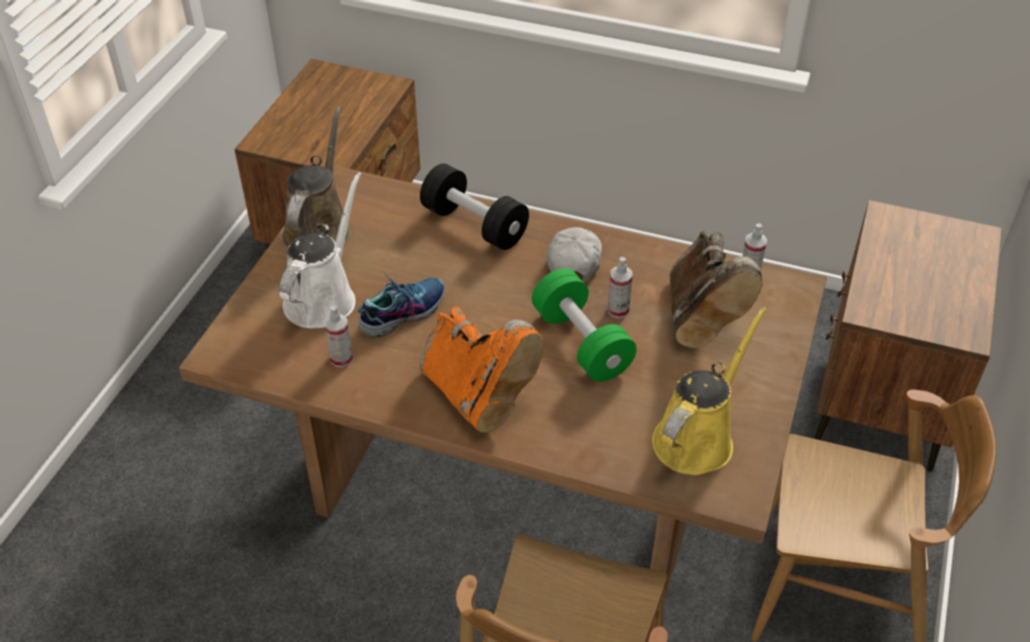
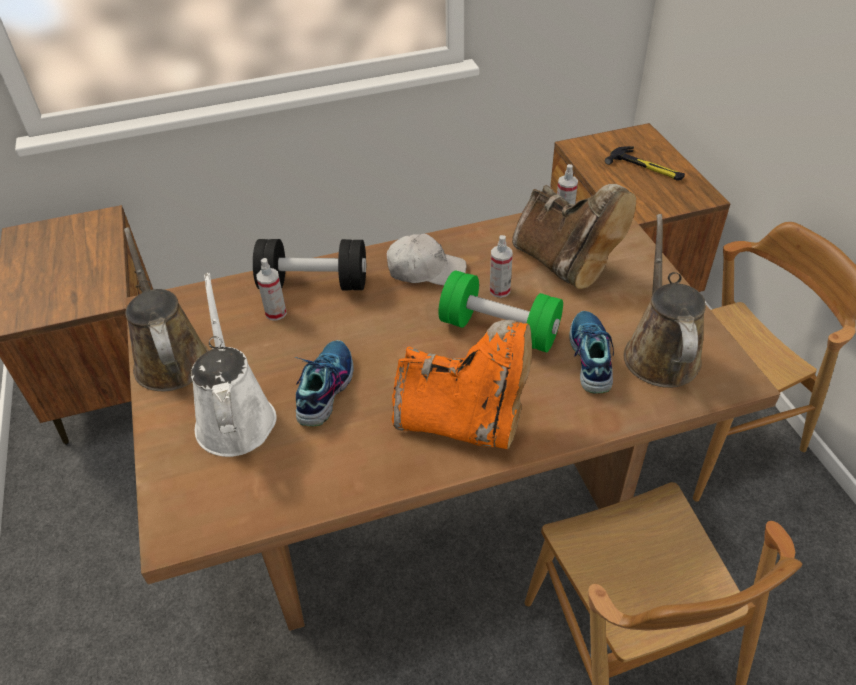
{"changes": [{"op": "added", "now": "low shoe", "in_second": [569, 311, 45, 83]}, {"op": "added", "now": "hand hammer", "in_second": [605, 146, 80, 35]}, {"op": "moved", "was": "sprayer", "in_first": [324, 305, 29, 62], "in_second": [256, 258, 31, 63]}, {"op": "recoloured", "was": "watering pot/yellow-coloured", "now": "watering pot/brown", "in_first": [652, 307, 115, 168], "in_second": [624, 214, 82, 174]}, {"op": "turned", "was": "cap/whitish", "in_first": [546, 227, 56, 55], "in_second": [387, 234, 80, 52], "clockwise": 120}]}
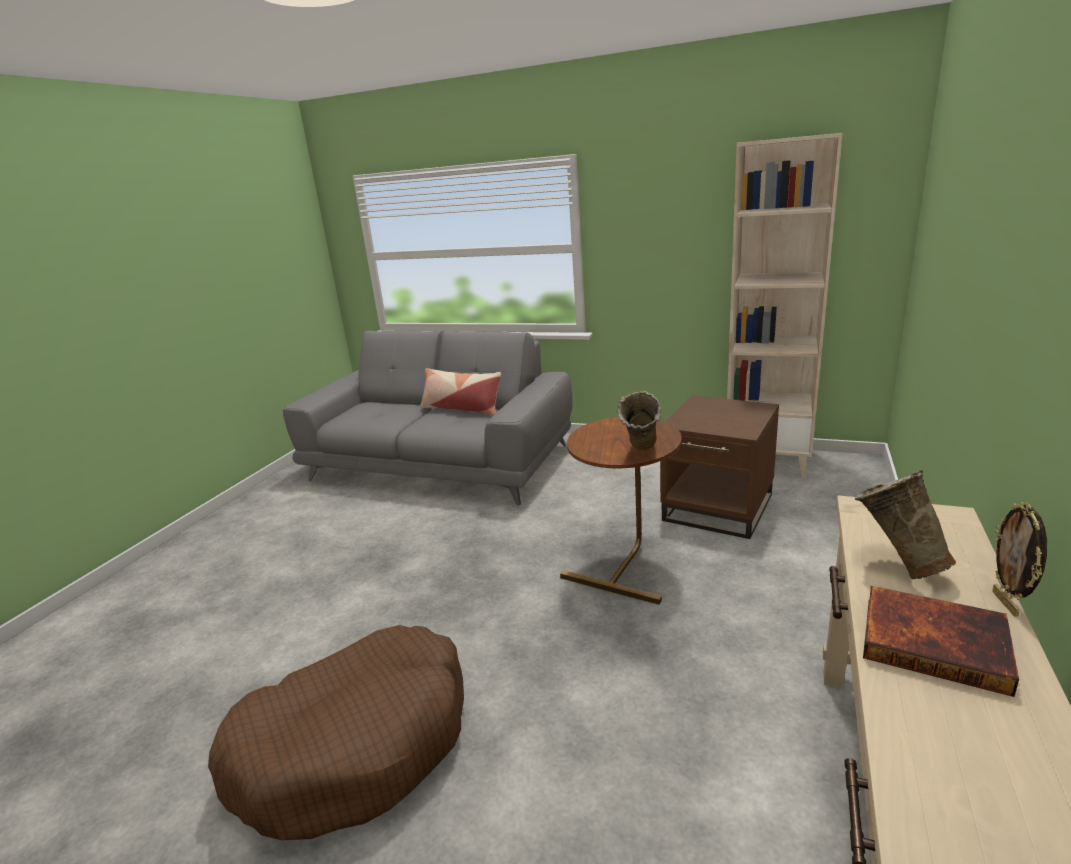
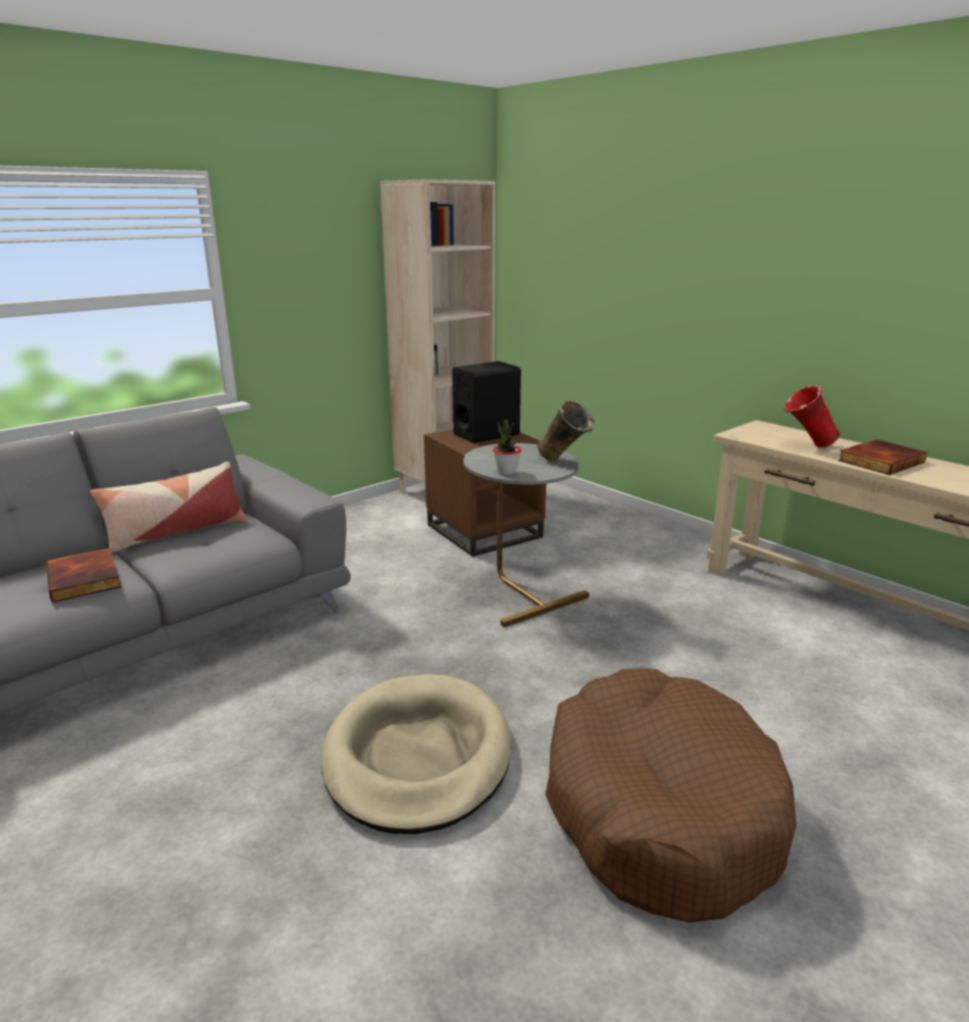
{"changes": [{"op": "removed", "was": "picture frame", "in_first": [993, 502, 54, 115]}, {"op": "added", "now": "bound book", "in_second": [46, 548, 75, 55]}, {"op": "added", "now": "dog bed/sand-coloured", "in_second": [321, 674, 191, 160]}, {"op": "added", "now": "speaker/black", "in_second": [452, 361, 69, 82]}, {"op": "added", "now": "plant in a pot", "in_second": [493, 420, 28, 55]}, {"op": "recoloured", "was": "side table/brown", "now": "side table/grey", "in_first": [560, 417, 121, 188], "in_second": [463, 443, 126, 184]}, {"op": "recoloured", "was": "decorative vase/sand-coloured", "now": "decorative vase/red-coloured", "in_first": [855, 470, 101, 109], "in_second": [783, 385, 57, 63]}]}
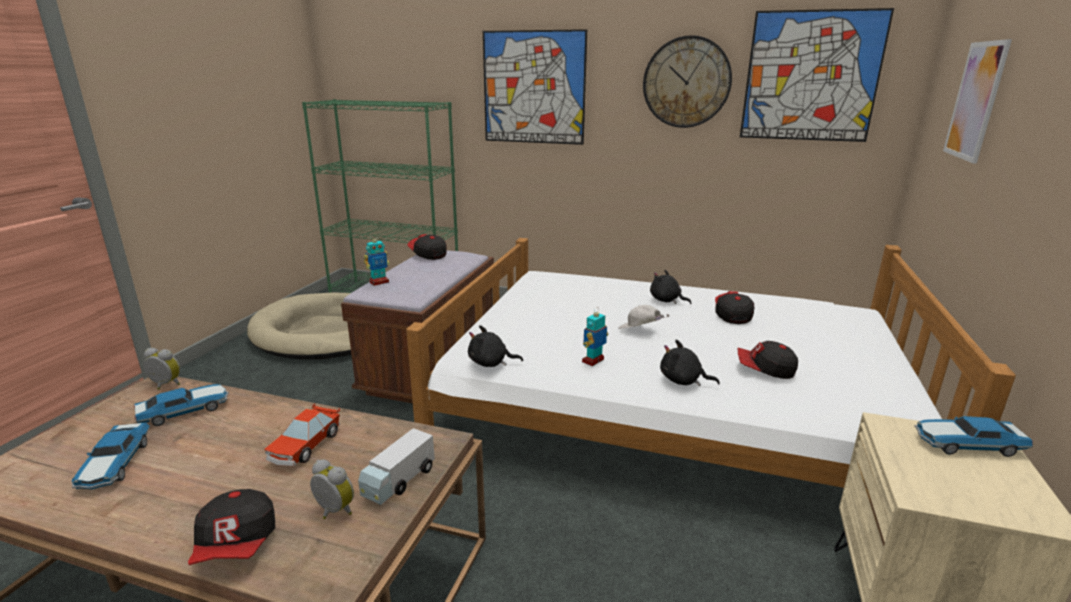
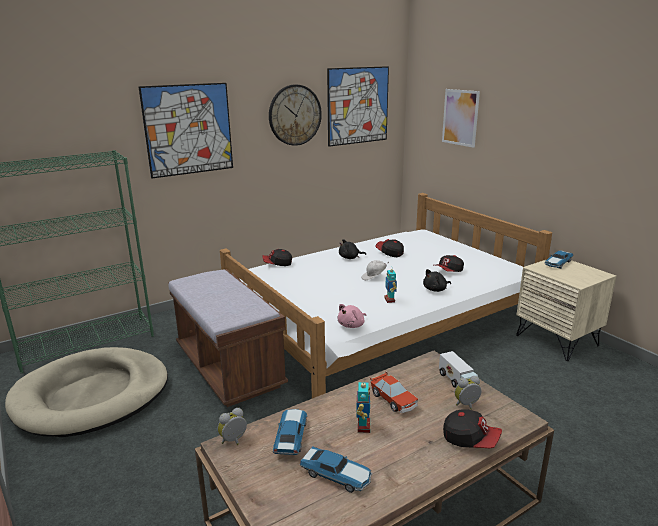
{"changes": [{"op": "moved", "was": "robot figure", "in_first": [364, 235, 25, 51], "in_second": [356, 378, 14, 55]}, {"op": "moved", "was": "cap", "in_first": [407, 234, 40, 26], "in_second": [262, 249, 30, 17]}, {"op": "recoloured", "was": "soft toy/black", "now": "soft toy/pink", "in_first": [468, 325, 55, 42], "in_second": [337, 304, 29, 24]}]}
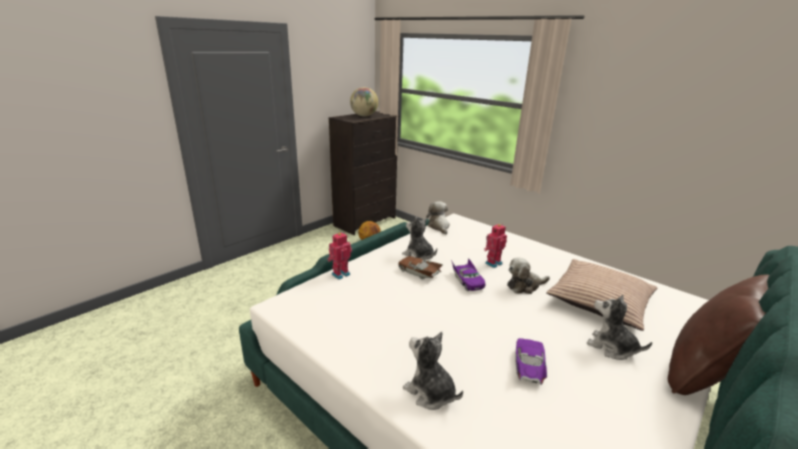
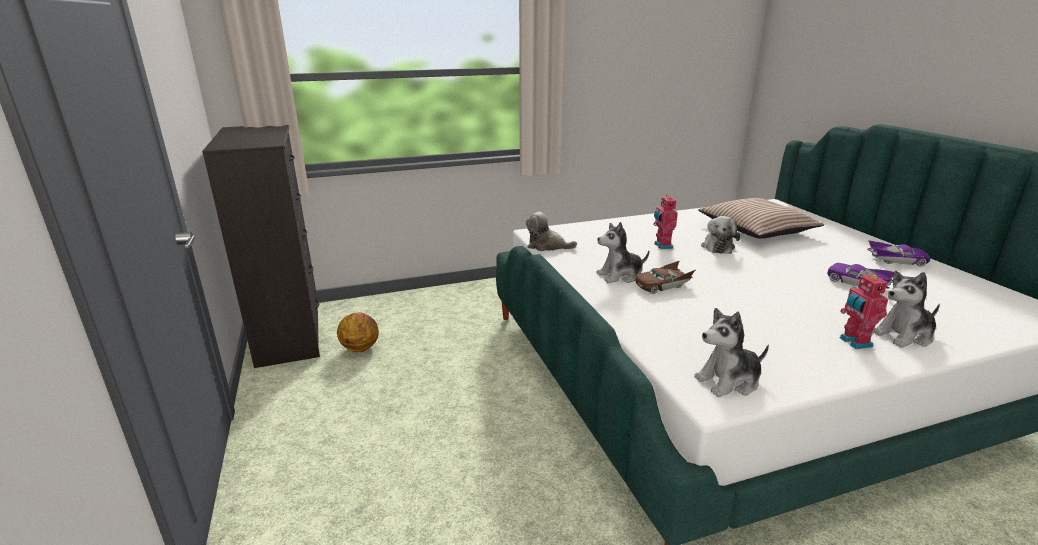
{"changes": [{"op": "removed", "was": "world globe", "in_first": [350, 87, 28, 30]}, {"op": "removed", "was": "pillow/brown", "in_first": [668, 274, 101, 121]}, {"op": "moved", "was": "robot figure", "in_first": [327, 232, 25, 48], "in_second": [840, 272, 48, 77]}, {"op": "moved", "was": "toy car/purple-coloured", "in_first": [451, 258, 35, 33], "in_second": [867, 240, 64, 27]}, {"op": "moved", "was": "soft toy", "in_first": [587, 295, 65, 65], "in_second": [694, 308, 75, 89]}]}
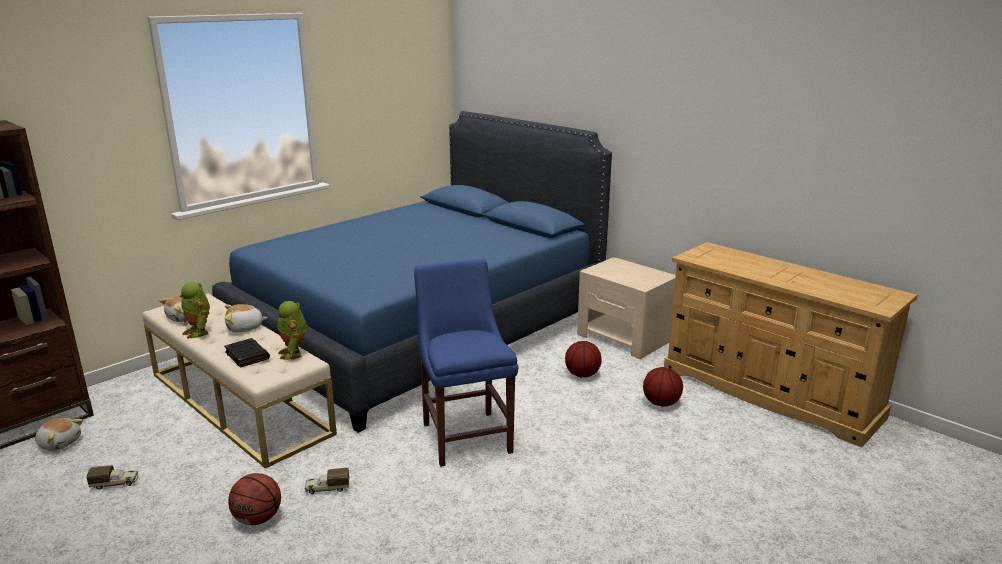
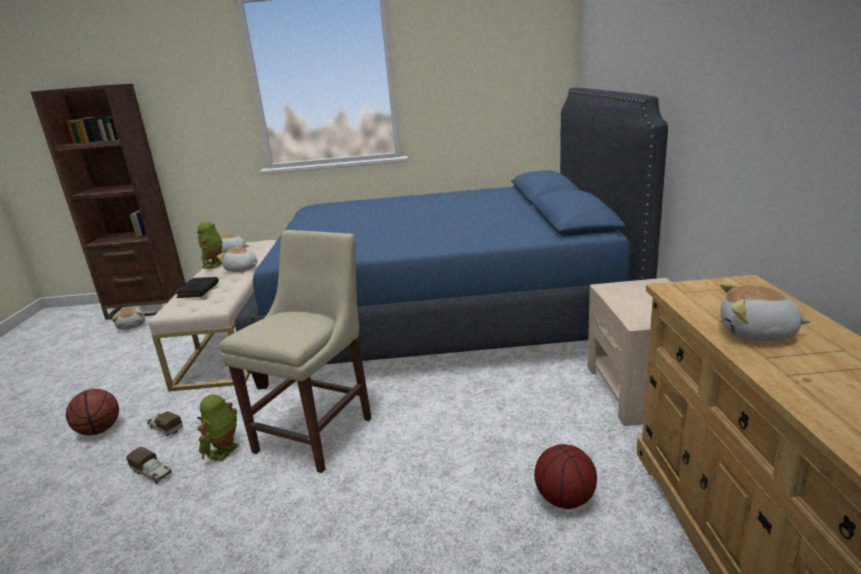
{"changes": [{"op": "removed", "was": "ball for basketball", "in_first": [565, 341, 37, 37]}, {"op": "added", "now": "soft toy", "in_second": [720, 282, 91, 59]}, {"op": "moved", "was": "model truck", "in_first": [87, 465, 51, 24], "in_second": [126, 447, 46, 37]}, {"op": "moved", "was": "robot figure", "in_first": [278, 301, 29, 59], "in_second": [197, 394, 42, 67]}, {"op": "recoloured", "was": "plain chair/blue", "now": "plain chair/sand-coloured", "in_first": [414, 259, 104, 208], "in_second": [220, 230, 152, 243]}]}
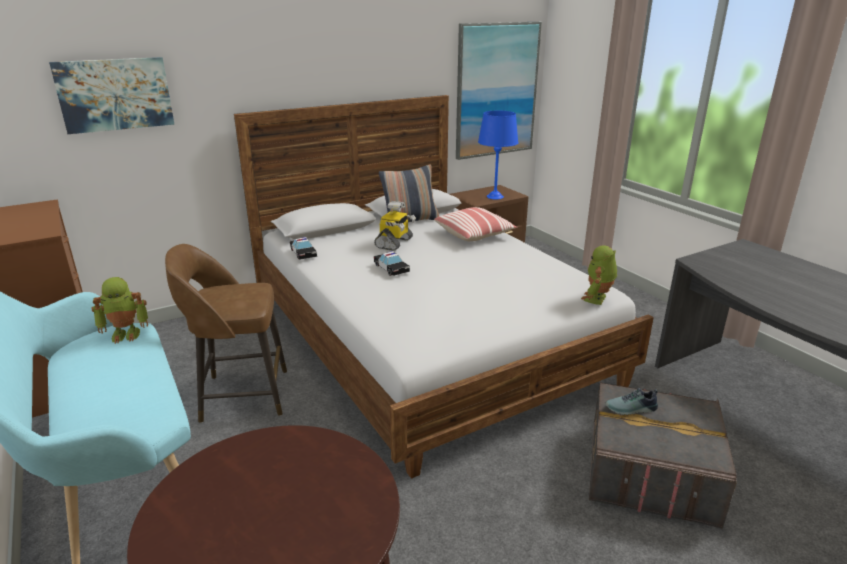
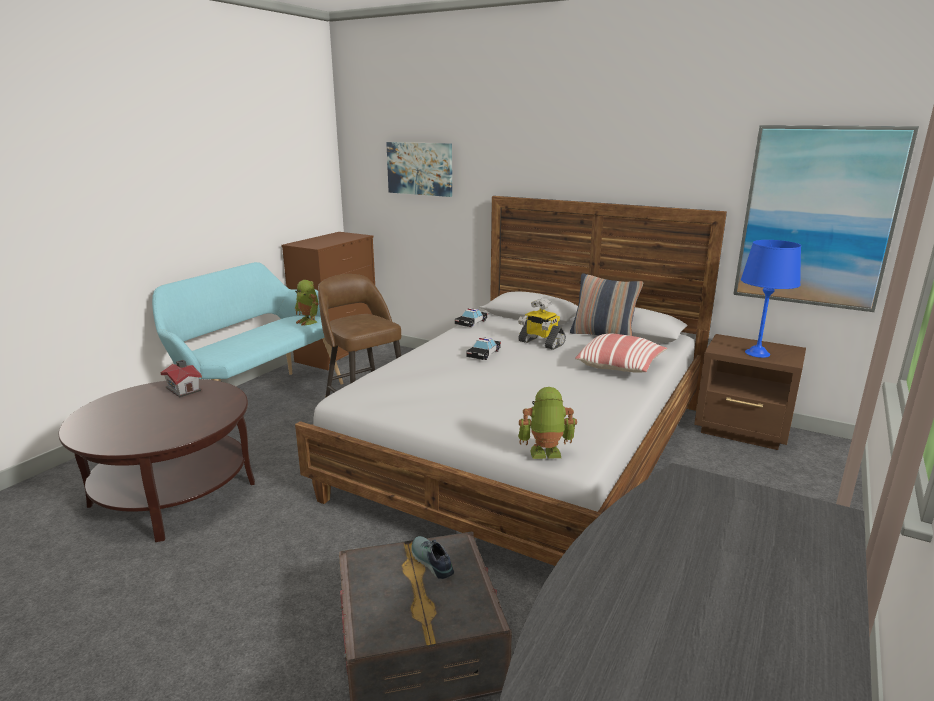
{"changes": [{"op": "added", "now": "model house", "in_second": [160, 360, 42, 37]}, {"op": "turned", "was": "robot figure", "in_first": [374, 201, 42, 50], "in_second": [518, 299, 48, 51], "clockwise": 45}]}
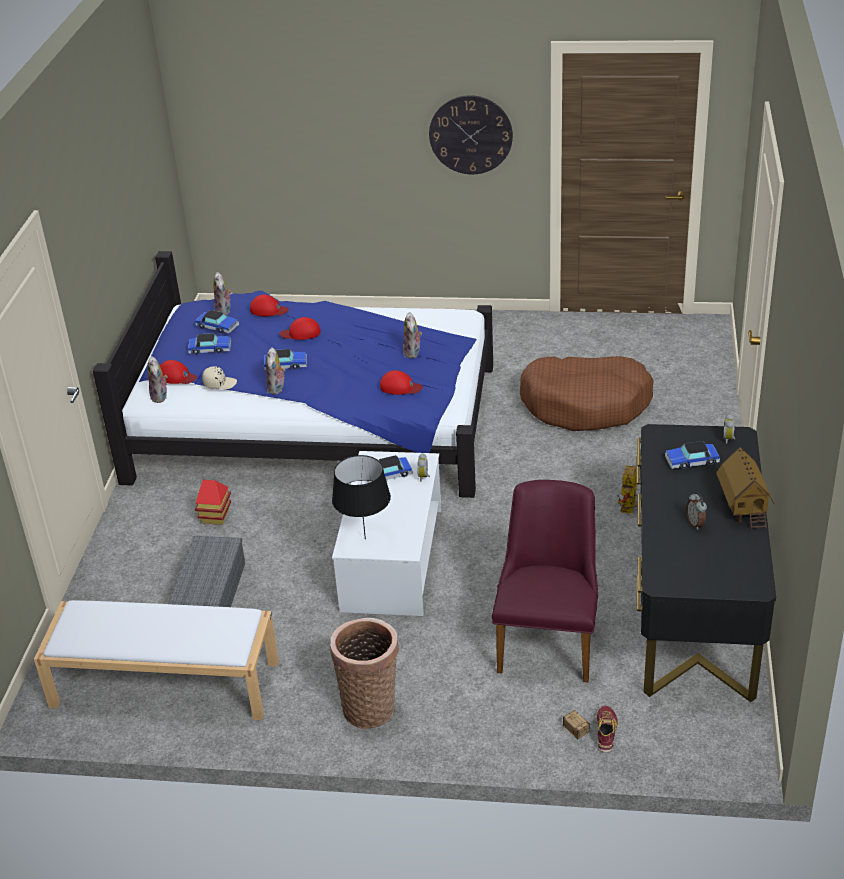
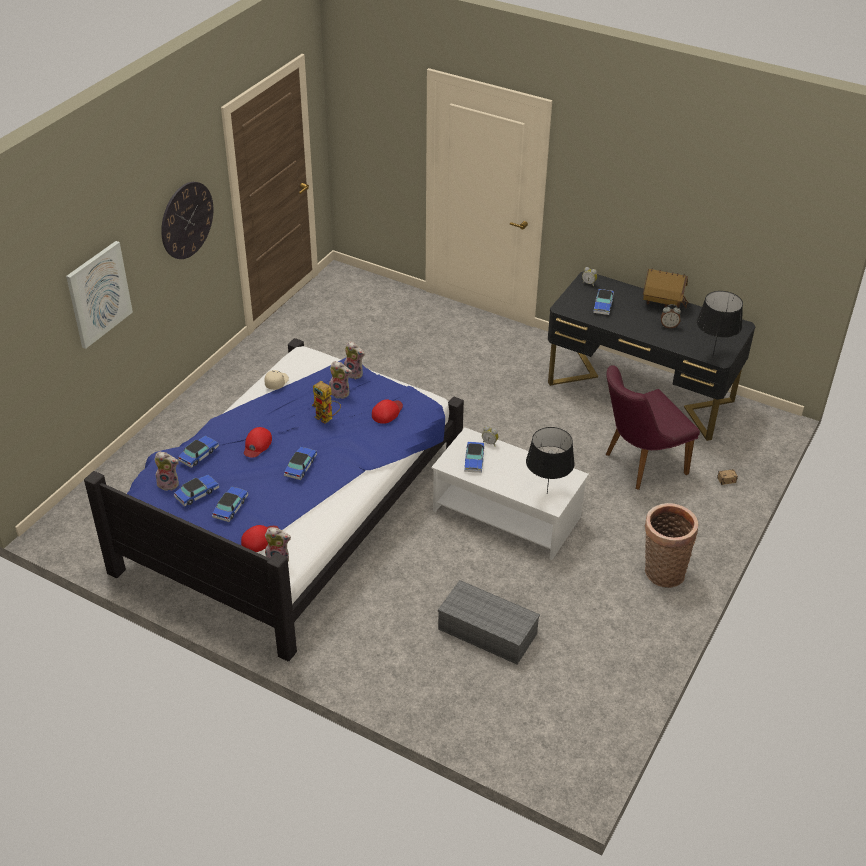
{"changes": [{"op": "removed", "was": "bench/whitish", "in_first": [34, 600, 245, 120]}, {"op": "removed", "was": "model house", "in_first": [195, 480, 36, 45]}, {"op": "removed", "was": "dog bed/brown", "in_first": [520, 356, 134, 75]}, {"op": "removed", "was": "low shoe", "in_first": [597, 706, 20, 46]}, {"op": "added", "now": "picture", "in_second": [66, 241, 67, 108]}, {"op": "added", "now": "lamp for a table/black", "in_second": [697, 291, 46, 64]}, {"op": "moved", "was": "cap/sand-coloured", "in_first": [202, 366, 35, 23], "in_second": [265, 370, 24, 20]}, {"op": "moved", "was": "soft toy", "in_first": [266, 347, 20, 47], "in_second": [344, 341, 21, 38]}, {"op": "moved", "was": "robot figure", "in_first": [617, 465, 21, 49], "in_second": [312, 381, 29, 43]}, {"op": "replaced", "was": "cap/red-coloured", "now": "toy car", "in_first": [250, 295, 39, 21], "in_second": [178, 436, 41, 32]}, {"op": "turned", "was": "plain chair/purple-coloured", "in_first": [492, 480, 106, 202], "in_second": [606, 365, 94, 125], "clockwise": -60}]}
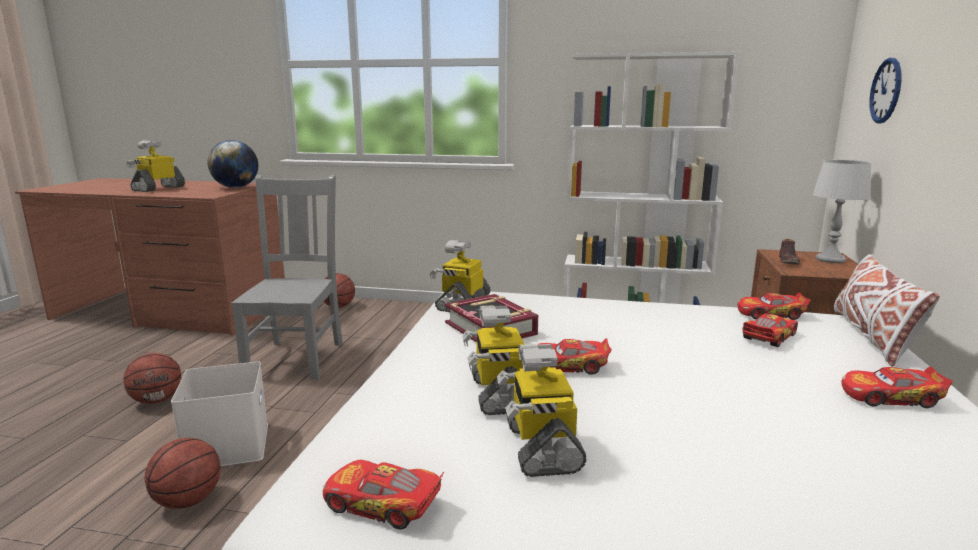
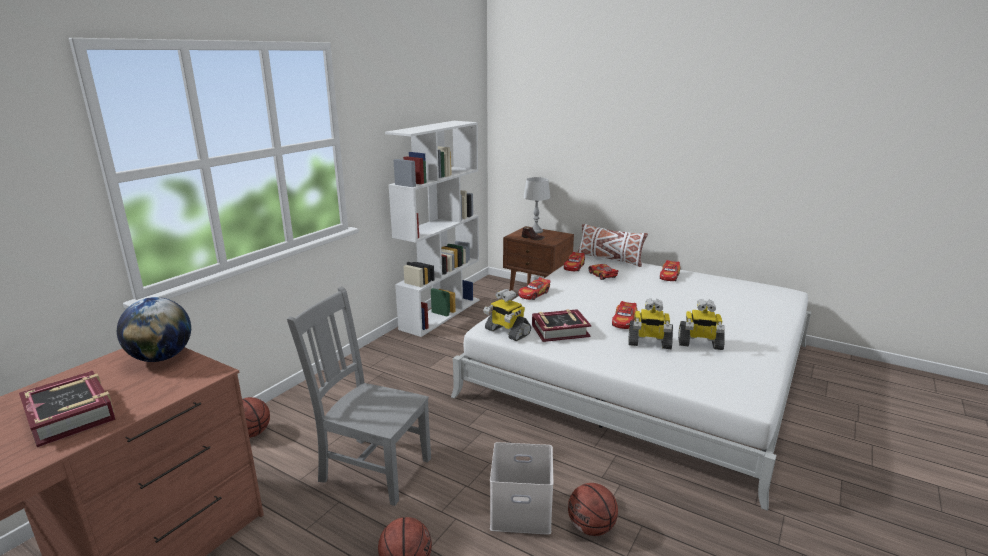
{"changes": [{"op": "removed", "was": "hanging clock", "in_first": [869, 58, 33, 66]}, {"op": "moved", "was": "toy car", "in_first": [323, 460, 121, 69], "in_second": [518, 277, 32, 23]}, {"op": "replaced", "was": "robot figure", "now": "bound book", "in_first": [126, 140, 59, 52], "in_second": [19, 371, 97, 76]}]}
